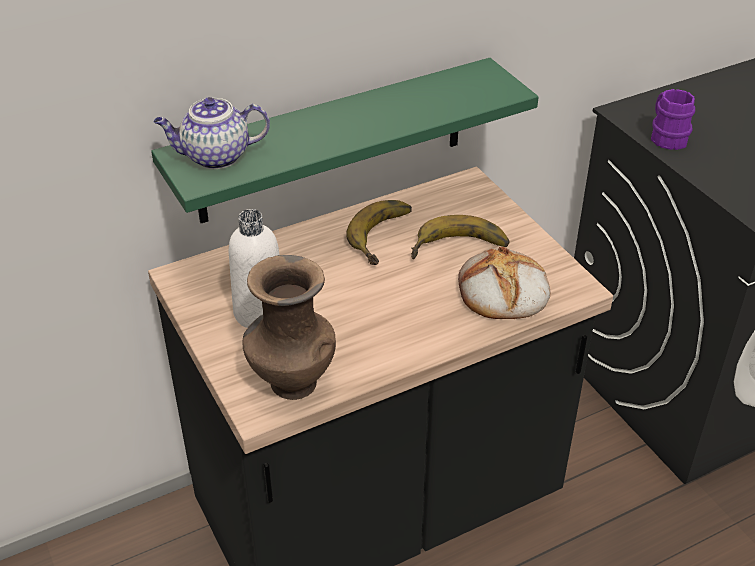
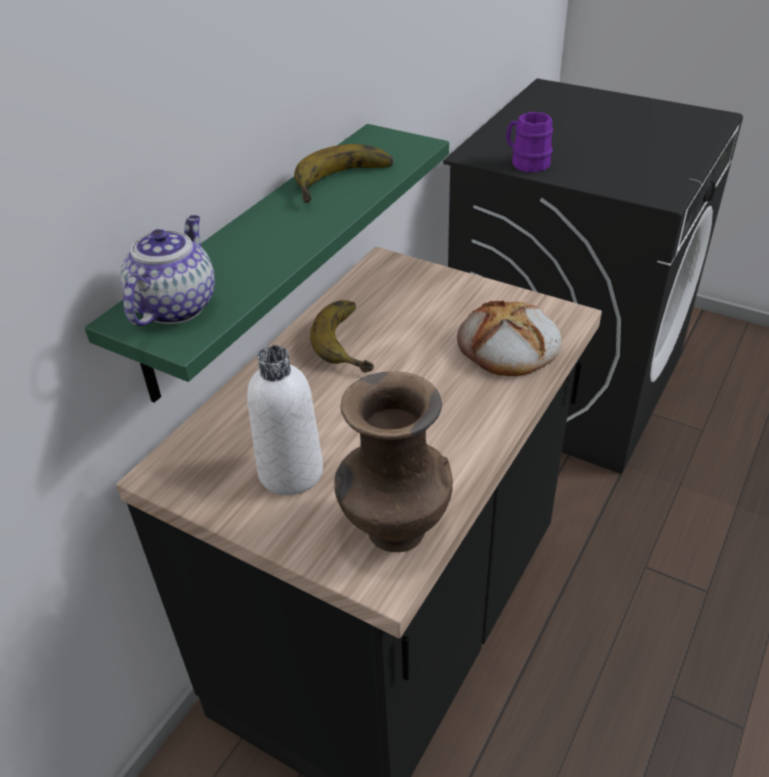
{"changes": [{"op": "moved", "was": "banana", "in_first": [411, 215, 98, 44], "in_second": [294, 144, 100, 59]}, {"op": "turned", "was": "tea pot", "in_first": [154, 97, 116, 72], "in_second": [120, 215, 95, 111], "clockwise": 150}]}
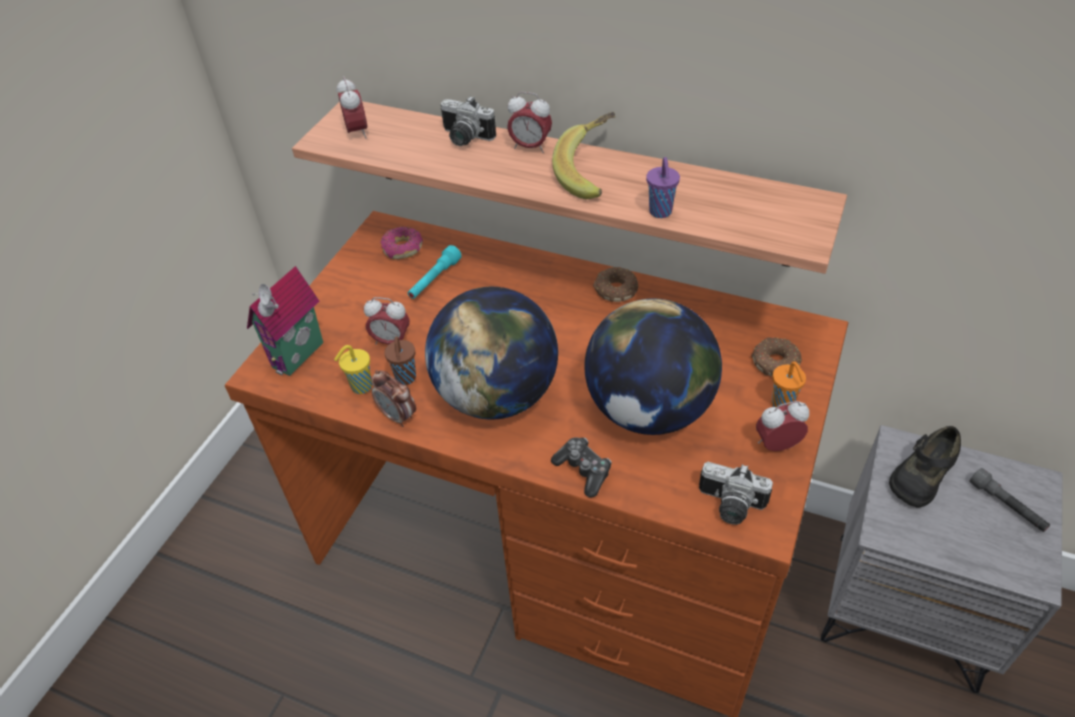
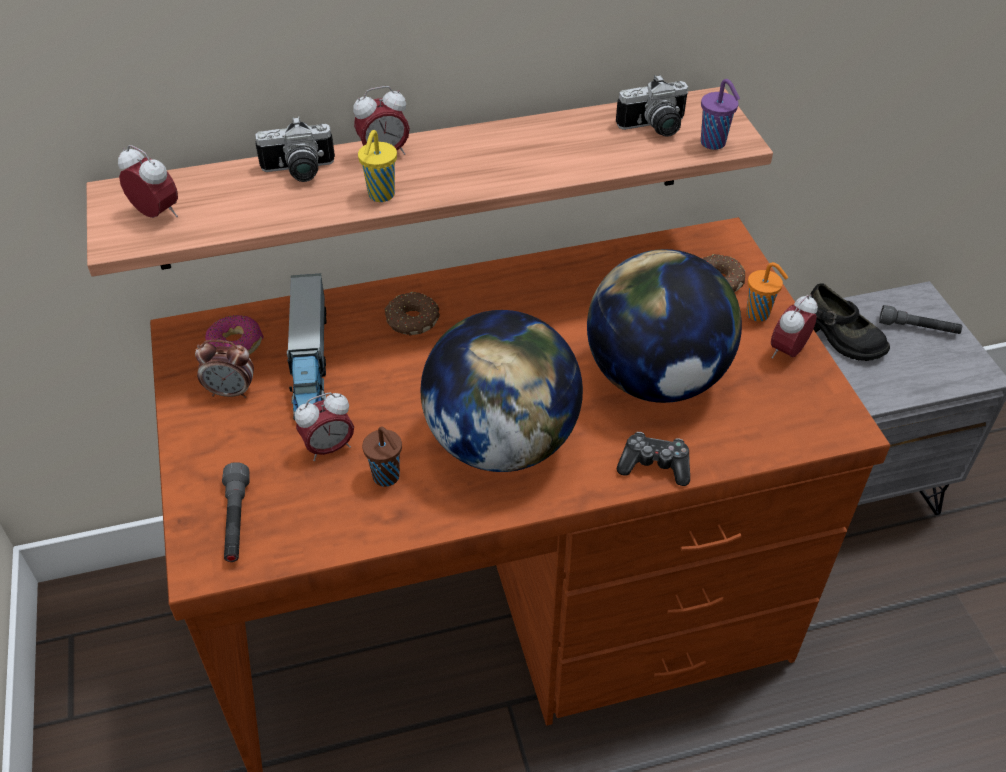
{"changes": [{"op": "removed", "was": "banana", "in_first": [552, 112, 63, 87]}, {"op": "moved", "was": "cup/yellow-coloured", "in_first": [334, 345, 38, 49], "in_second": [358, 130, 39, 72]}, {"op": "moved", "was": "table clock", "in_first": [372, 370, 44, 57], "in_second": [195, 340, 59, 58]}, {"op": "moved", "was": "ring doughnut", "in_first": [593, 267, 45, 35], "in_second": [385, 292, 55, 44]}, {"op": "moved", "was": "cup/purple-coloured", "in_first": [646, 157, 34, 61], "in_second": [701, 79, 39, 71]}, {"op": "moved", "was": "photo camera", "in_first": [699, 462, 74, 63], "in_second": [616, 74, 72, 63]}, {"op": "replaced", "was": "model house", "now": "hand torch/grey", "in_first": [247, 266, 76, 110], "in_second": [222, 462, 28, 100]}, {"op": "replaced", "was": "hand torch/turquoise", "now": "model truck", "in_first": [408, 245, 54, 54], "in_second": [287, 274, 39, 146]}, {"op": "turned", "was": "low shoe/black", "in_first": [889, 426, 72, 81], "in_second": [809, 283, 81, 78], "clockwise": -45}]}
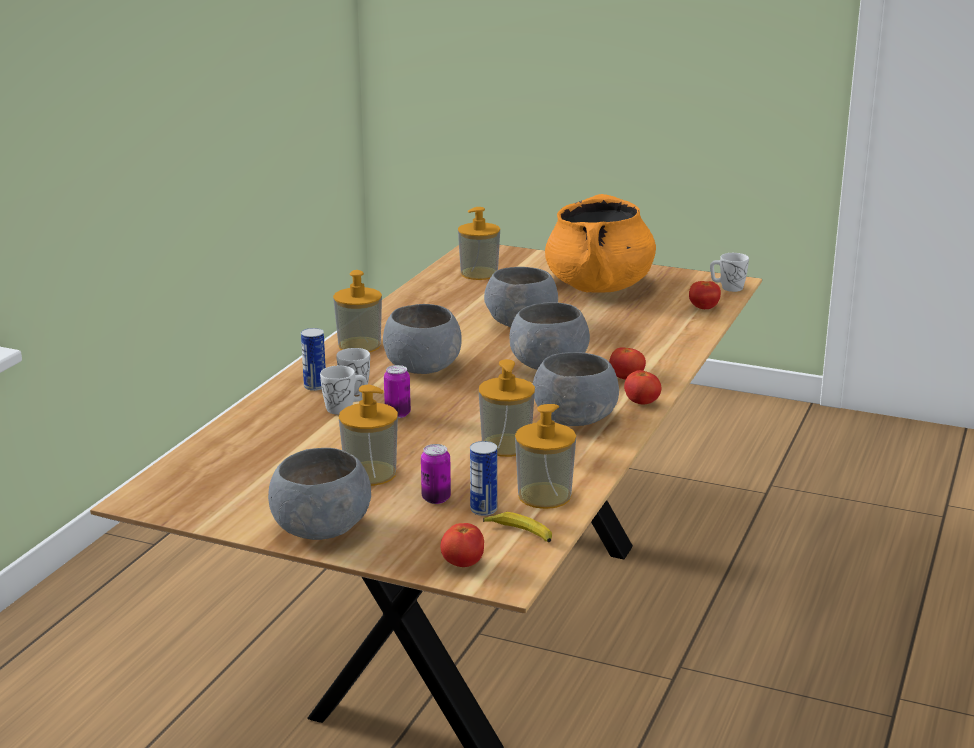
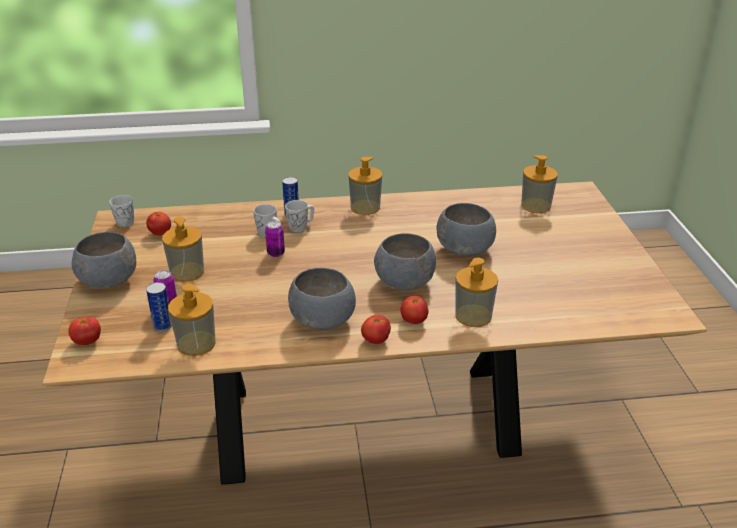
{"changes": [{"op": "removed", "was": "bowl/grey", "in_first": [383, 304, 79, 70]}, {"op": "removed", "was": "banana", "in_first": [483, 512, 69, 30]}, {"op": "removed", "was": "cooking pot/orangey", "in_first": [545, 194, 111, 99]}, {"op": "moved", "was": "liquid soap bottle", "in_first": [479, 359, 56, 98], "in_second": [455, 258, 43, 69]}, {"op": "moved", "was": "fresh tomato", "in_first": [689, 281, 32, 28], "in_second": [146, 212, 25, 24]}, {"op": "moved", "was": "mug/whitish", "in_first": [710, 253, 39, 39], "in_second": [109, 195, 25, 32]}]}
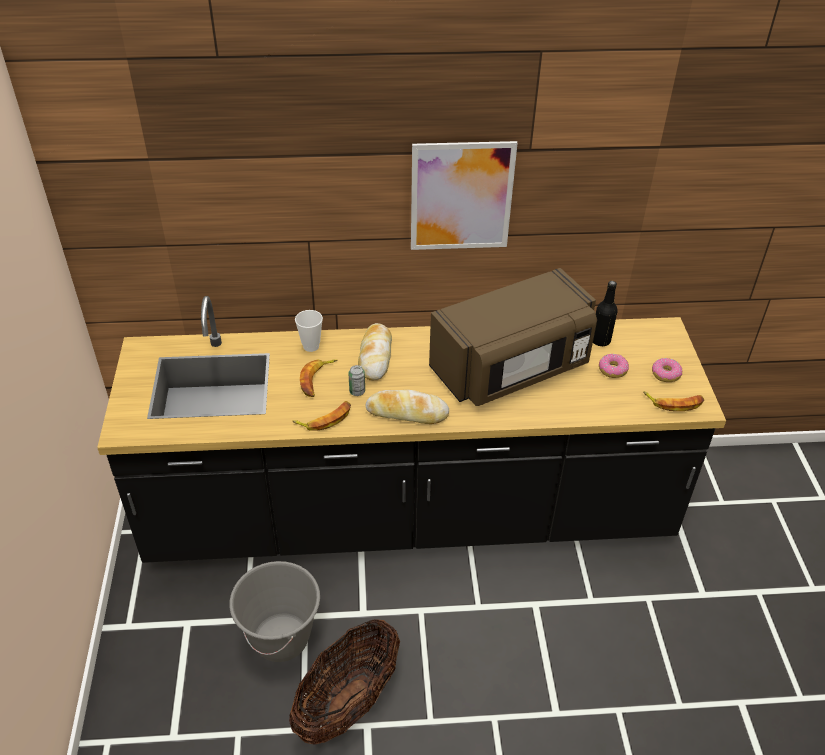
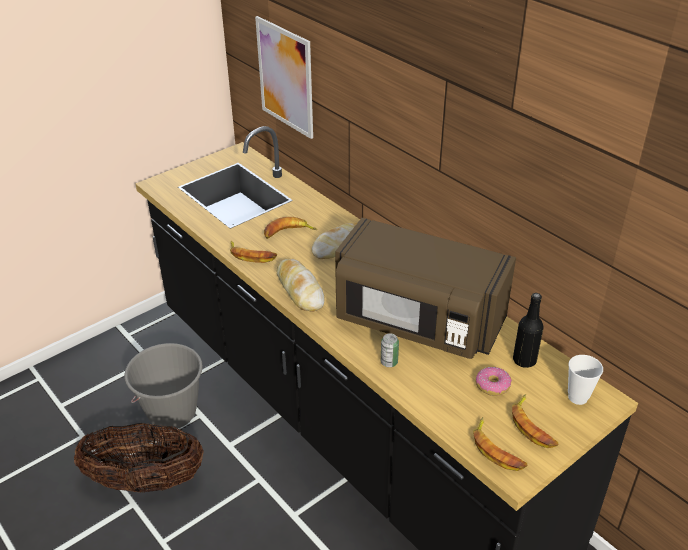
{"changes": [{"op": "moved", "was": "cup", "in_first": [295, 310, 28, 42], "in_second": [568, 355, 35, 50]}, {"op": "moved", "was": "metal can", "in_first": [348, 365, 17, 31], "in_second": [381, 333, 18, 34]}, {"op": "moved", "was": "picture", "in_first": [411, 141, 107, 109], "in_second": [255, 16, 58, 123]}, {"op": "replaced", "was": "ring doughnut", "now": "banana", "in_first": [652, 358, 30, 24], "in_second": [512, 394, 46, 54]}]}
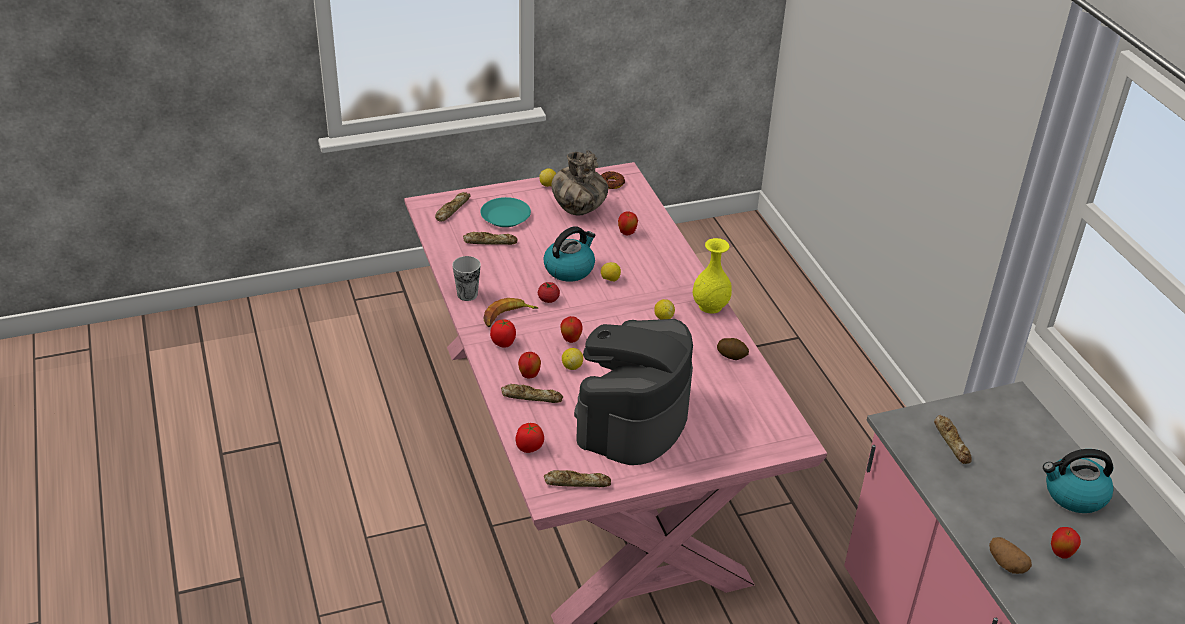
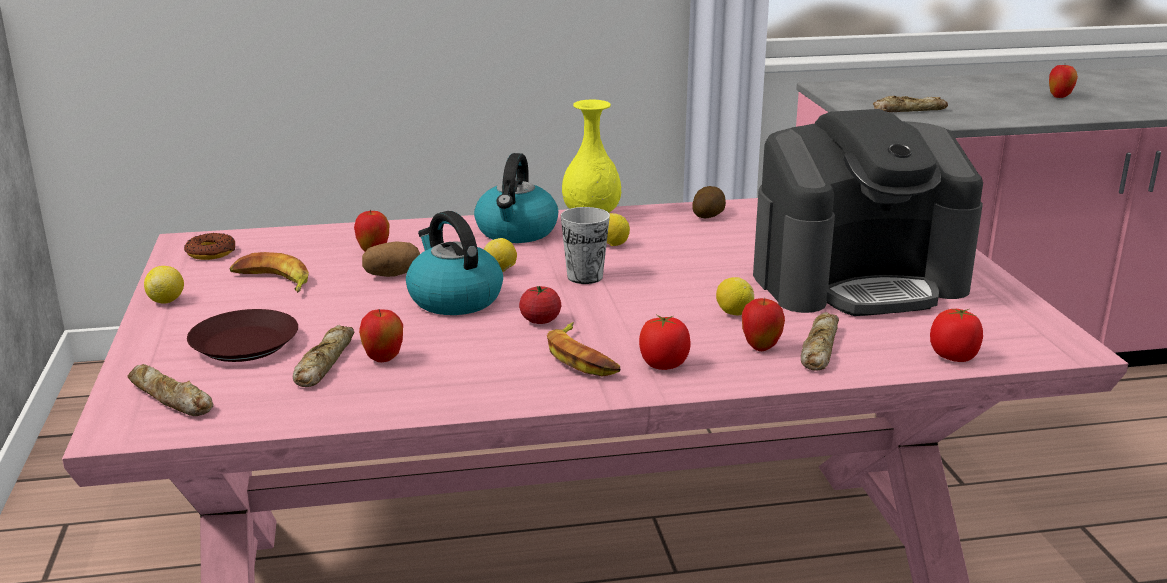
{"changes": [{"op": "removed", "was": "baked bread", "in_first": [544, 470, 67, 17]}, {"op": "moved", "was": "cup", "in_first": [452, 256, 29, 45], "in_second": [560, 207, 50, 77]}, {"op": "moved", "was": "whole apple", "in_first": [560, 316, 23, 27], "in_second": [359, 309, 44, 53]}, {"op": "moved", "was": "whole potato", "in_first": [989, 537, 43, 37], "in_second": [362, 242, 58, 35]}, {"op": "moved", "was": "kettle", "in_first": [1043, 449, 71, 64], "in_second": [474, 153, 84, 90]}, {"op": "replaced", "was": "decorative vase", "now": "banana", "in_first": [551, 150, 57, 65], "in_second": [229, 252, 80, 41]}, {"op": "recoloured", "was": "plate/turquoise", "now": "plate/brown", "in_first": [480, 197, 51, 30], "in_second": [187, 309, 111, 53]}, {"op": "turned", "was": "coffee maker", "in_first": [574, 319, 119, 146], "in_second": [753, 109, 230, 207], "clockwise": -45}]}
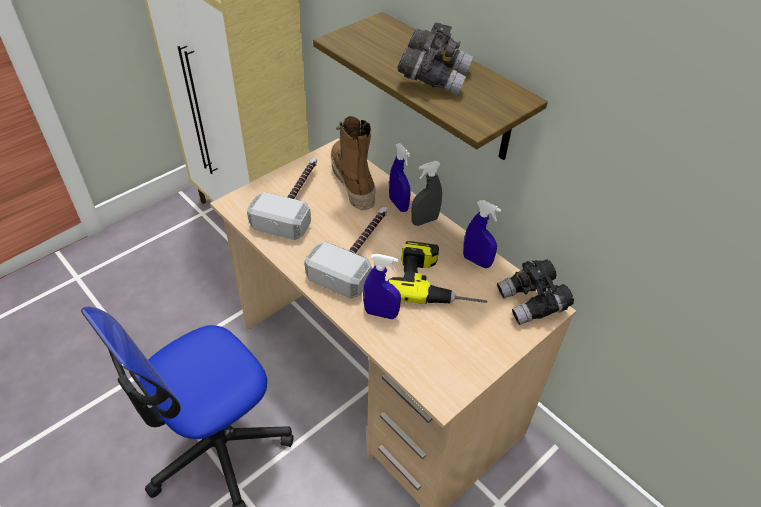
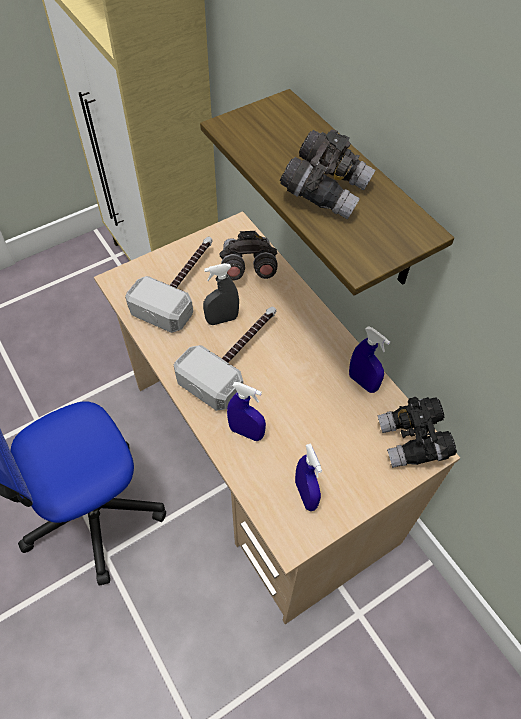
{"changes": [{"op": "removed", "was": "drill", "in_first": [387, 241, 101, 63]}, {"op": "moved", "was": "sprayer/blue", "in_first": [389, 143, 22, 69], "in_second": [295, 443, 27, 68]}, {"op": "moved", "was": "sprayer/grey", "in_first": [411, 161, 31, 65], "in_second": [203, 263, 36, 62]}, {"op": "replaced", "was": "boot", "now": "pair of binoculars/grey", "in_first": [331, 116, 45, 94], "in_second": [220, 231, 58, 50]}]}
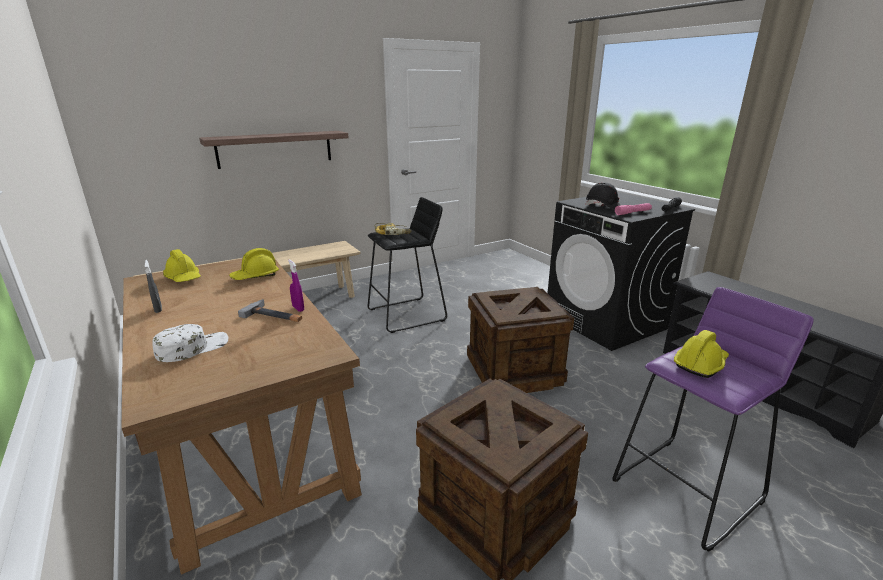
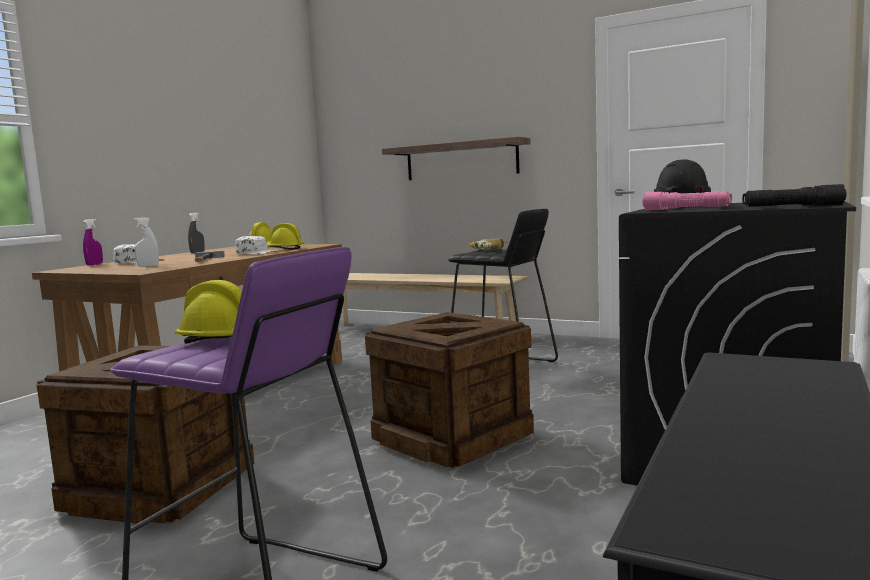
{"changes": [{"op": "added", "now": "sprayer/whitish", "in_second": [134, 217, 25, 50]}, {"op": "added", "now": "cap/whitish", "in_second": [235, 236, 44, 19]}, {"op": "moved", "was": "sprayer/purple-coloured", "in_first": [288, 259, 16, 53], "in_second": [83, 219, 20, 47]}]}
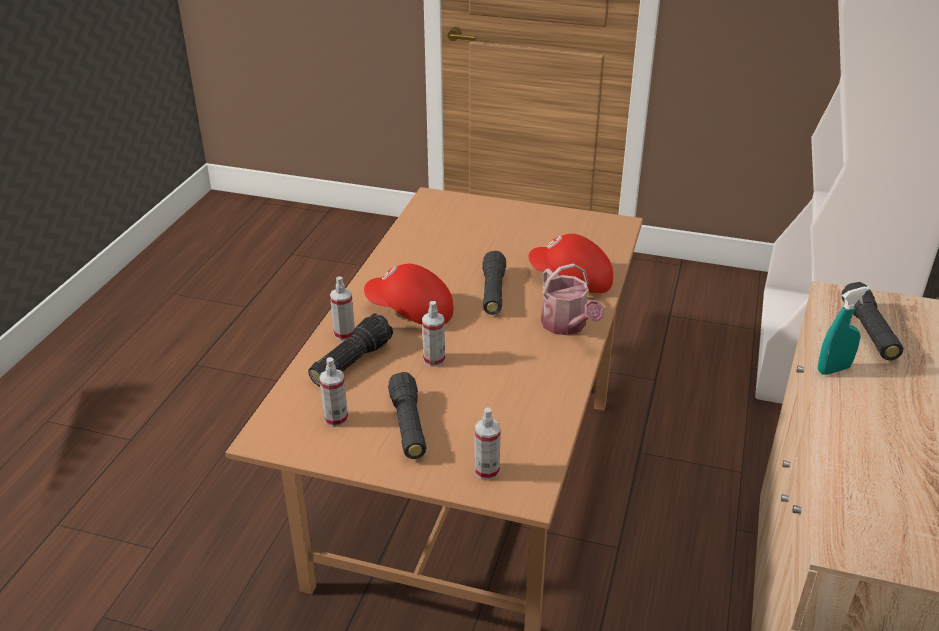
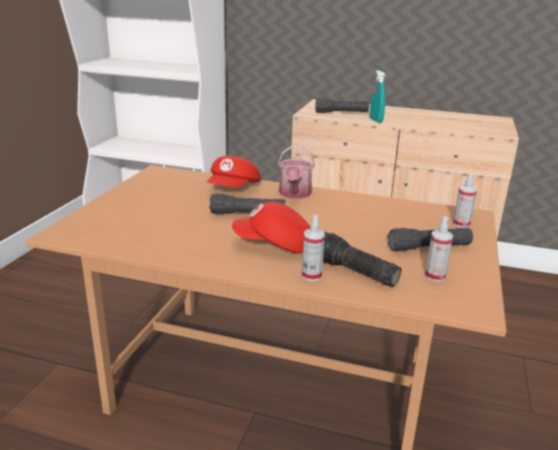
{"changes": [{"op": "removed", "was": "sprayer", "in_first": [422, 301, 23, 66]}, {"op": "turned", "was": "cap/red-coloured", "in_first": [364, 264, 89, 60], "in_second": [232, 202, 78, 52], "clockwise": 75}, {"op": "turned", "was": "watering pot", "in_first": [541, 263, 63, 72], "in_second": [278, 146, 37, 53], "clockwise": 120}]}
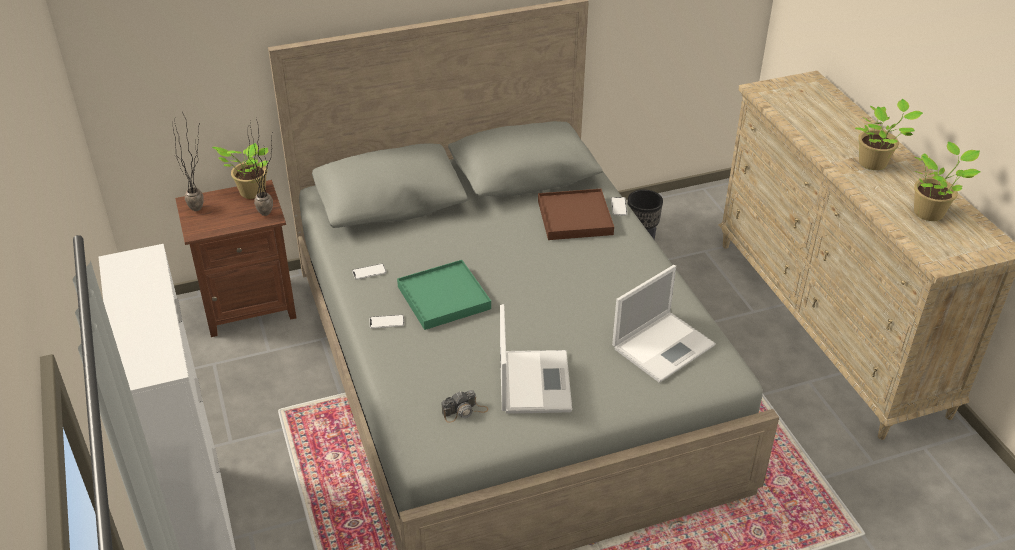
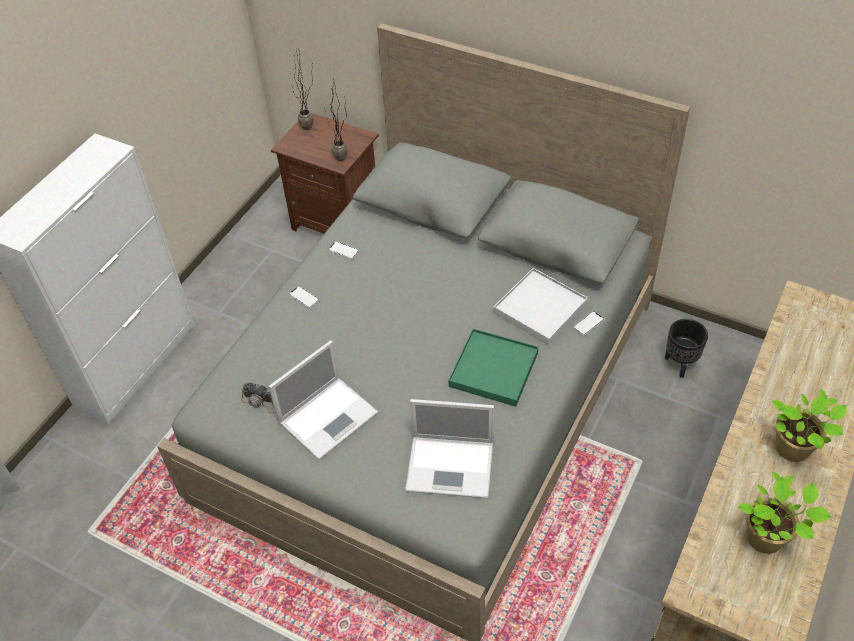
{"changes": [{"op": "removed", "was": "plant in a pot", "in_first": [212, 143, 56, 56]}, {"op": "moved", "was": "tray/green-coloured", "in_first": [397, 260, 94, 70], "in_second": [448, 329, 90, 78]}, {"op": "recoloured", "was": "tray/brown", "now": "tray/whitish", "in_first": [538, 189, 76, 51], "in_second": [494, 268, 94, 77]}]}
